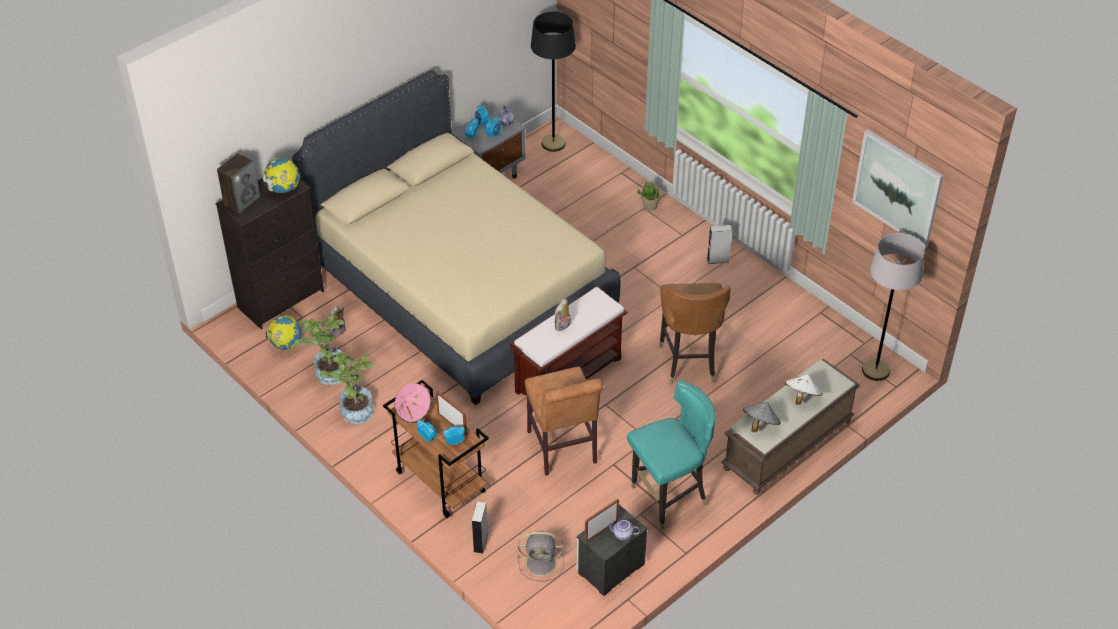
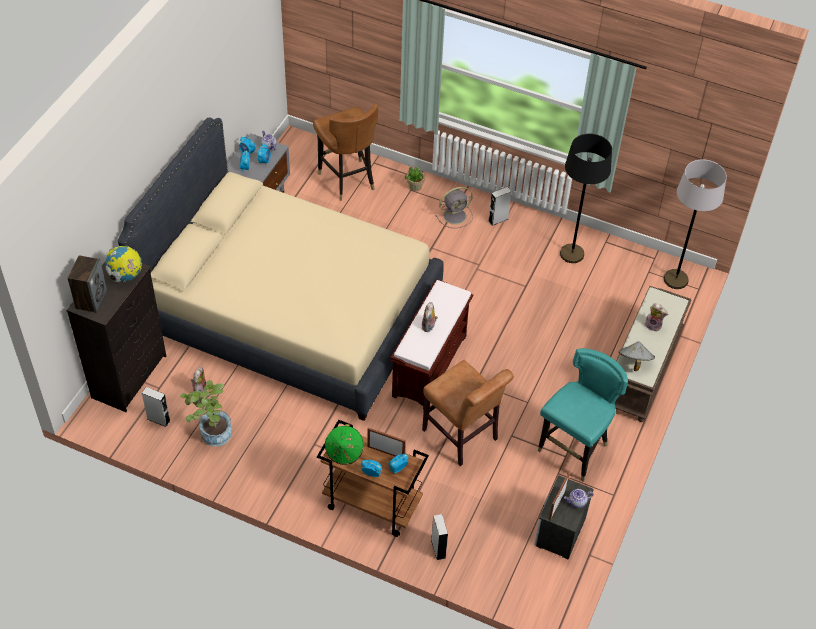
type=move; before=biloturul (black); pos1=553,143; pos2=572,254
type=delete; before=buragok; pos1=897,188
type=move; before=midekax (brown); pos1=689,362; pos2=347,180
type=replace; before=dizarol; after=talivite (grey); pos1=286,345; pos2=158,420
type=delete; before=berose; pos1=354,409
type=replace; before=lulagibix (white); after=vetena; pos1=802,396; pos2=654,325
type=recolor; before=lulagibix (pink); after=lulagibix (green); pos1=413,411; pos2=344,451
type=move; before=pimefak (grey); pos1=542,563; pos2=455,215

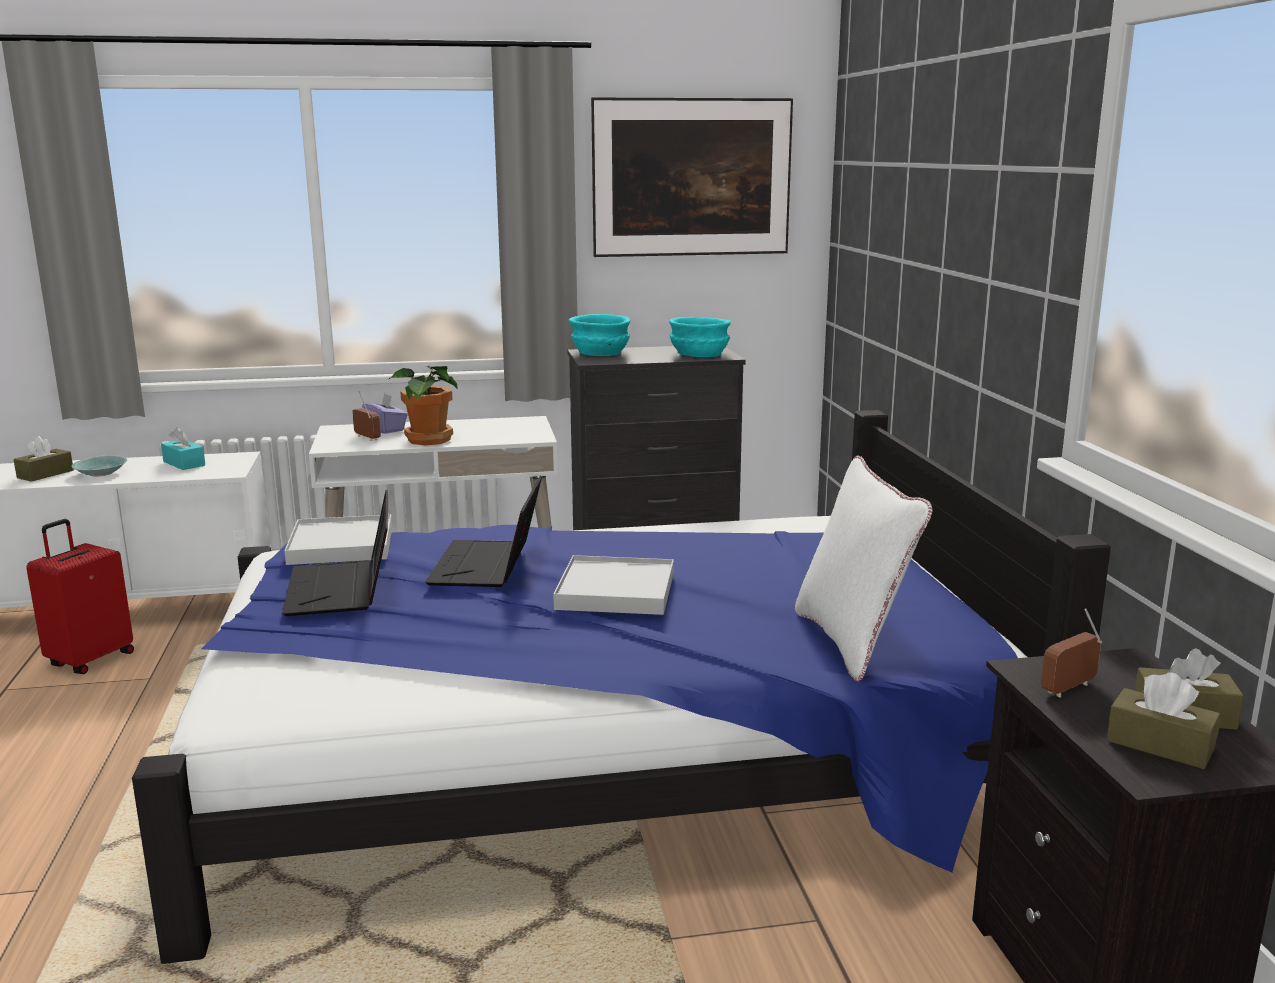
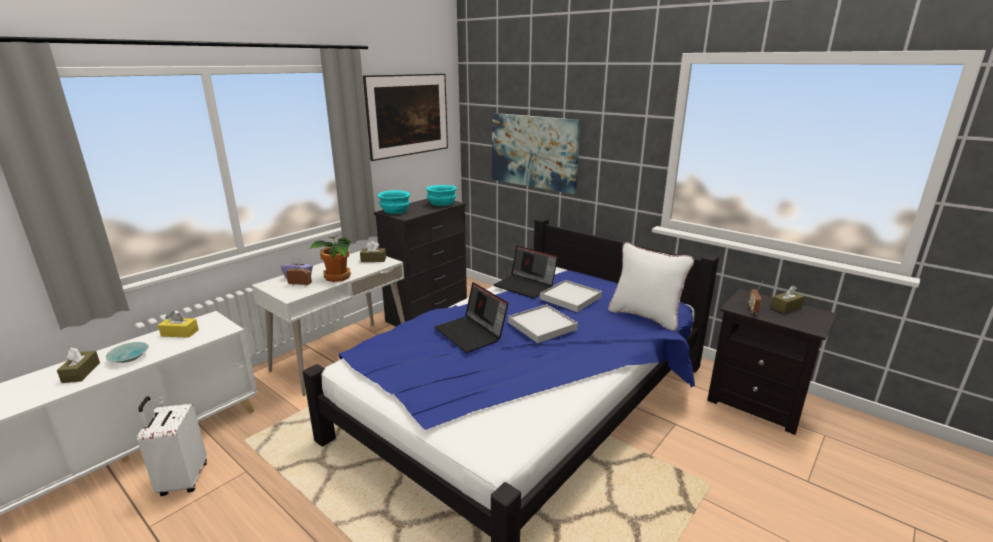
type=recolor; before=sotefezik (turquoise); after=sotefezik (yellow); pos1=184,463; pos2=180,333
type=move; before=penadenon; pos1=343,590; pos2=525,286
type=move; before=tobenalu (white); pos1=341,545; pos2=570,298
type=recolor; before=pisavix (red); after=pisavix (white); pos1=90,660; pos2=182,480
type=move; before=sotefezik (brown); pos1=1160,745; pos2=373,260
type=insert; after=buragok; pos2=533,151

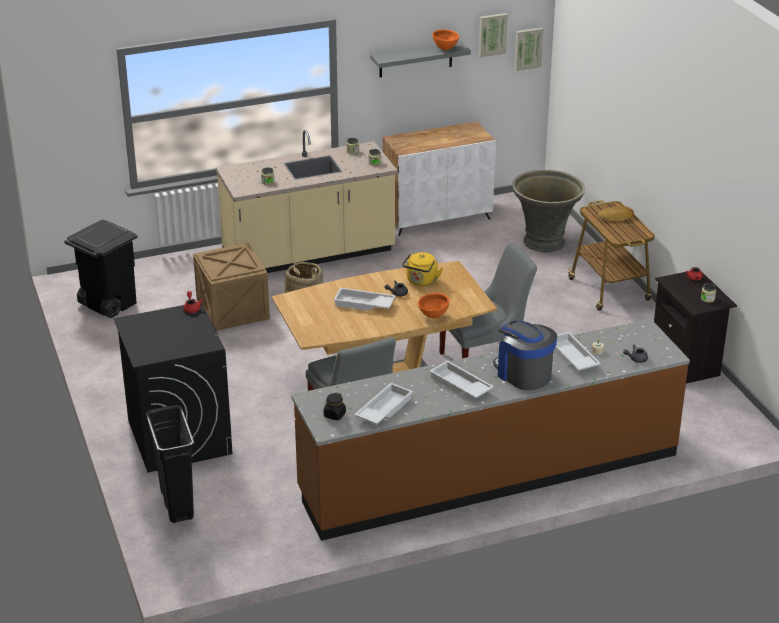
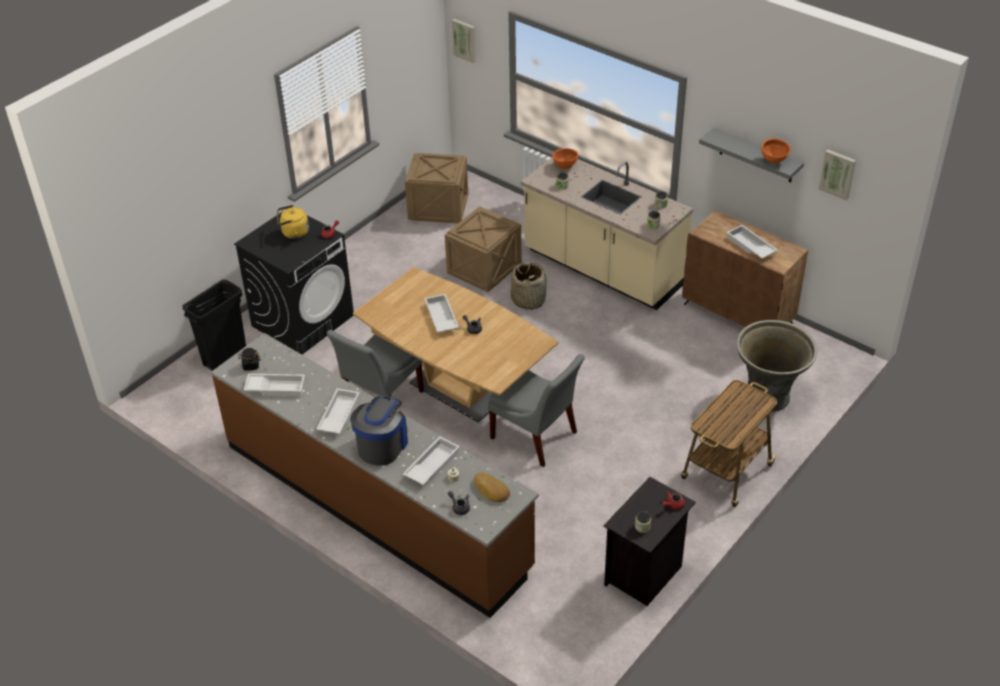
type=move; before=buragok; pos1=528,48; pos2=465,40
type=recolor; before=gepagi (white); after=gepagi (brown); pos1=438,218; pos2=738,314
type=move; before=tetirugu; pos1=616,217; pos2=491,490
type=replace; before=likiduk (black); after=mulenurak; pos1=107,304; pos2=437,207
type=move; before=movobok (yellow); pos1=421,281; pos2=293,233
type=move; before=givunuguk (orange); pos1=433,316; pos2=565,167
type=insert; after=tobenalu (white); pos2=750,246

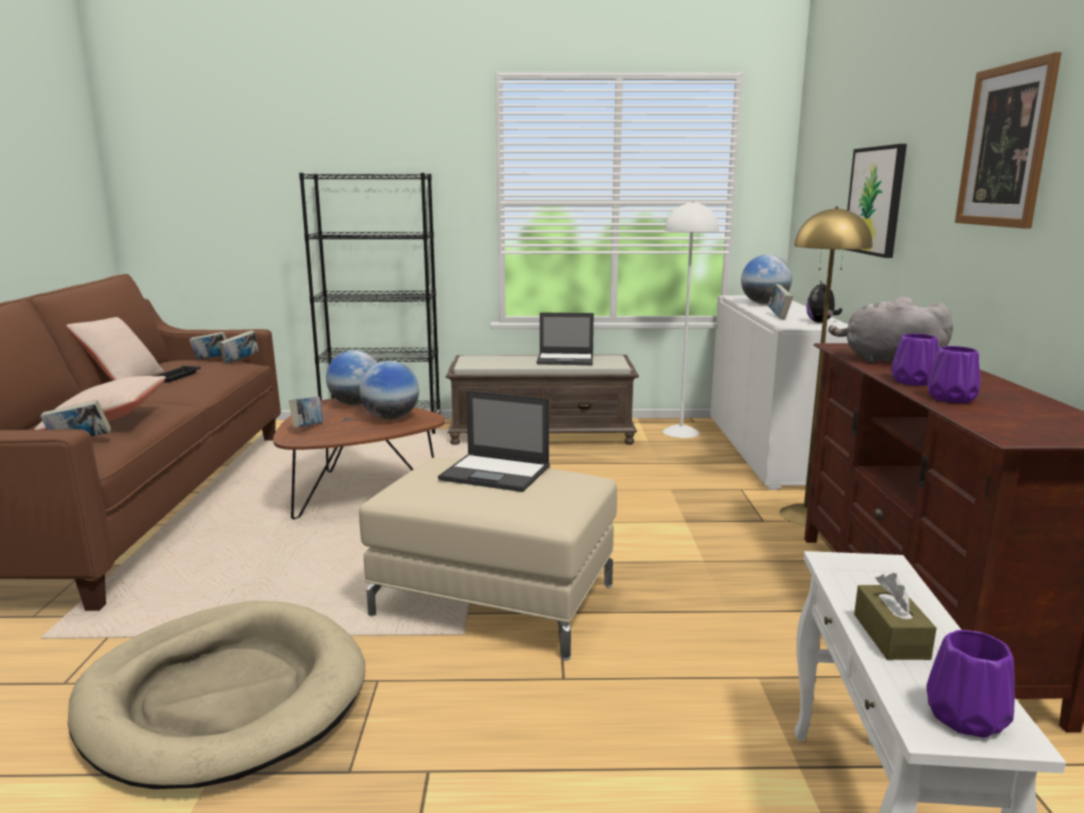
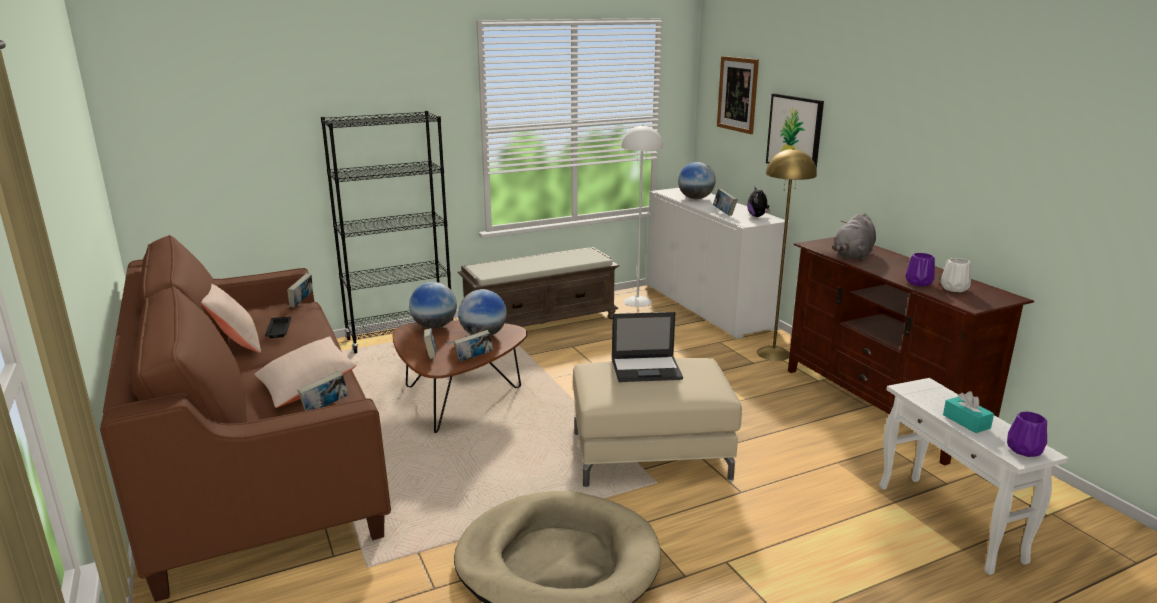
type=move; before=buragok; pos1=1005,146; pos2=737,94
type=rotate; before=vetena (grey); pos1=887,361; pos2=853,255; turn=-60
type=delete; before=penadenon; pos1=566,360
type=move; before=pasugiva; pos1=212,360; pos2=474,359
type=delete; before=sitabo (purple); pos1=913,381
type=recolor; before=sotefezik (brown); after=sotefezik (turquoise); pos1=890,636; pos2=966,422
type=insert; after=sitabo (white); pos2=953,288

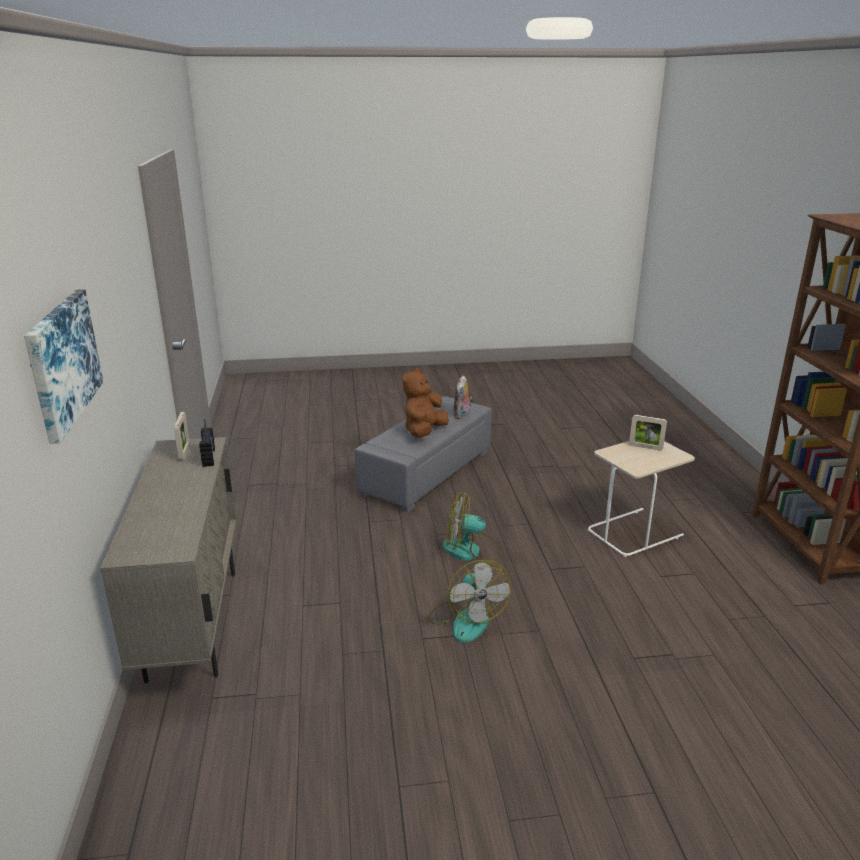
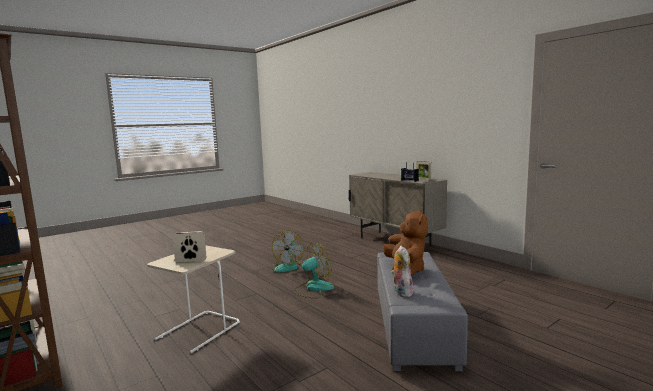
type=delete; before=buragok; pos1=62,362
type=rotate; before=pimefak; pos1=466,619; pos2=288,266; turn=-120

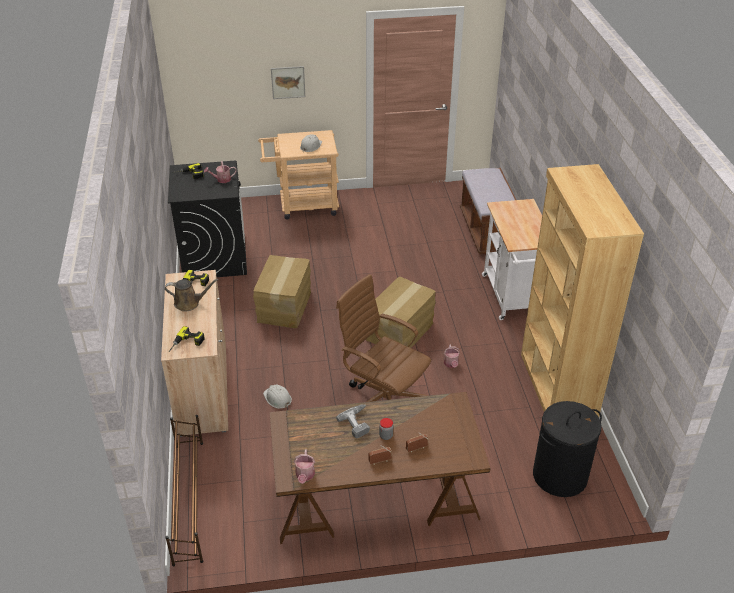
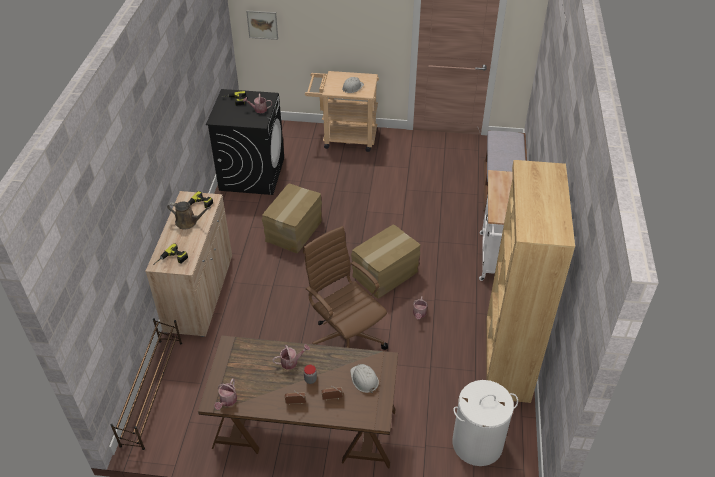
type=move; before=buragok; pos1=288,82; pos2=262,24
type=move; before=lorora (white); pos1=277,398; pos2=364,379
type=recolor; before=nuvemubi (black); after=nuvemubi (white); pos1=560,476; pos2=477,444
type=replace; before=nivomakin; after=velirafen; pos1=358,423; pos2=291,362

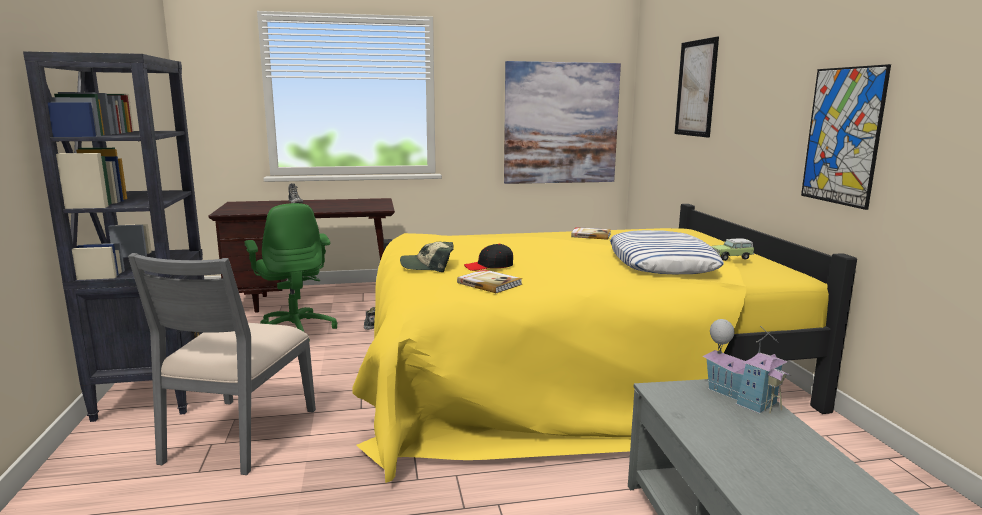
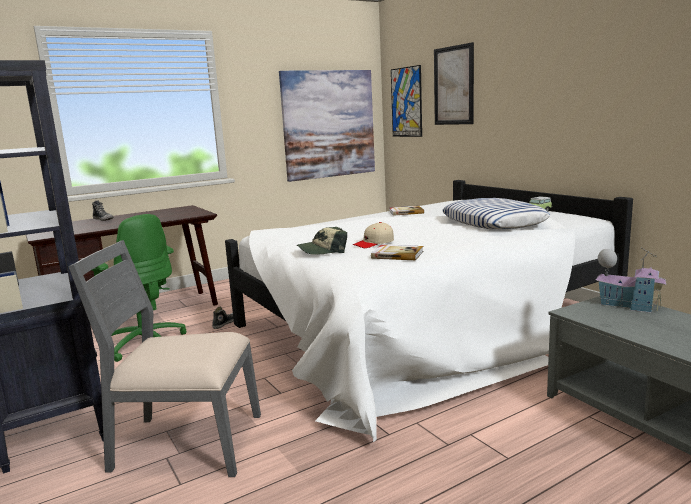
type=move; before=buragok; pos1=842,136; pos2=406,102
type=recolor; before=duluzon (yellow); after=duluzon (white); pos1=569,370; pos2=423,326
type=recolor; before=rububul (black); after=rububul (beige); pos1=489,266; pos2=374,243
type=rotate; before=midekax (grey); pos1=238,435; pos2=186,443; turn=105

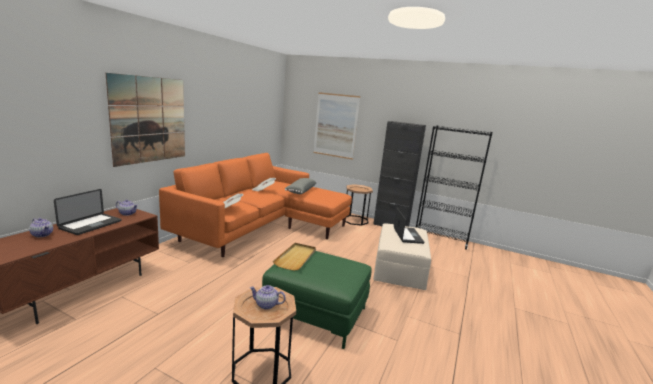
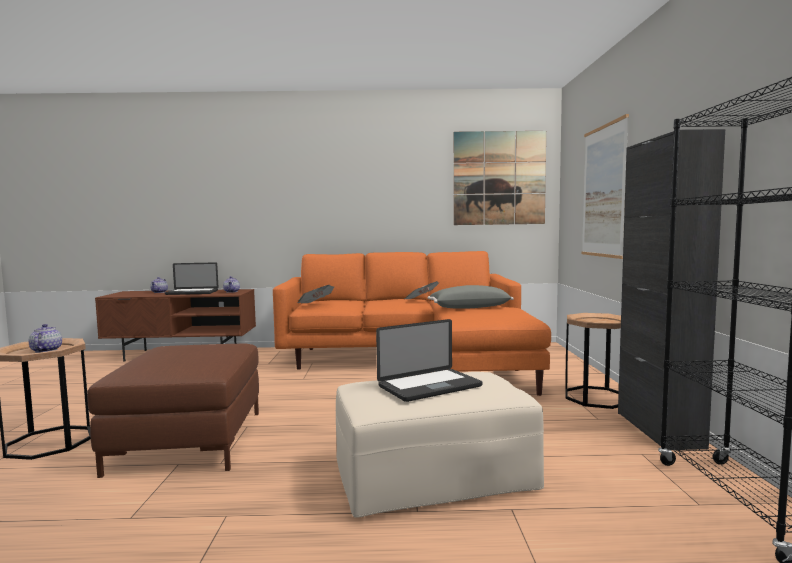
type=move; before=buragok; pos1=149,120; pos2=499,178
type=delete; before=tobenalu (beige); pos1=296,258
type=recolor; before=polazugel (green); after=polazugel (brown); pos1=316,313; pos2=190,441

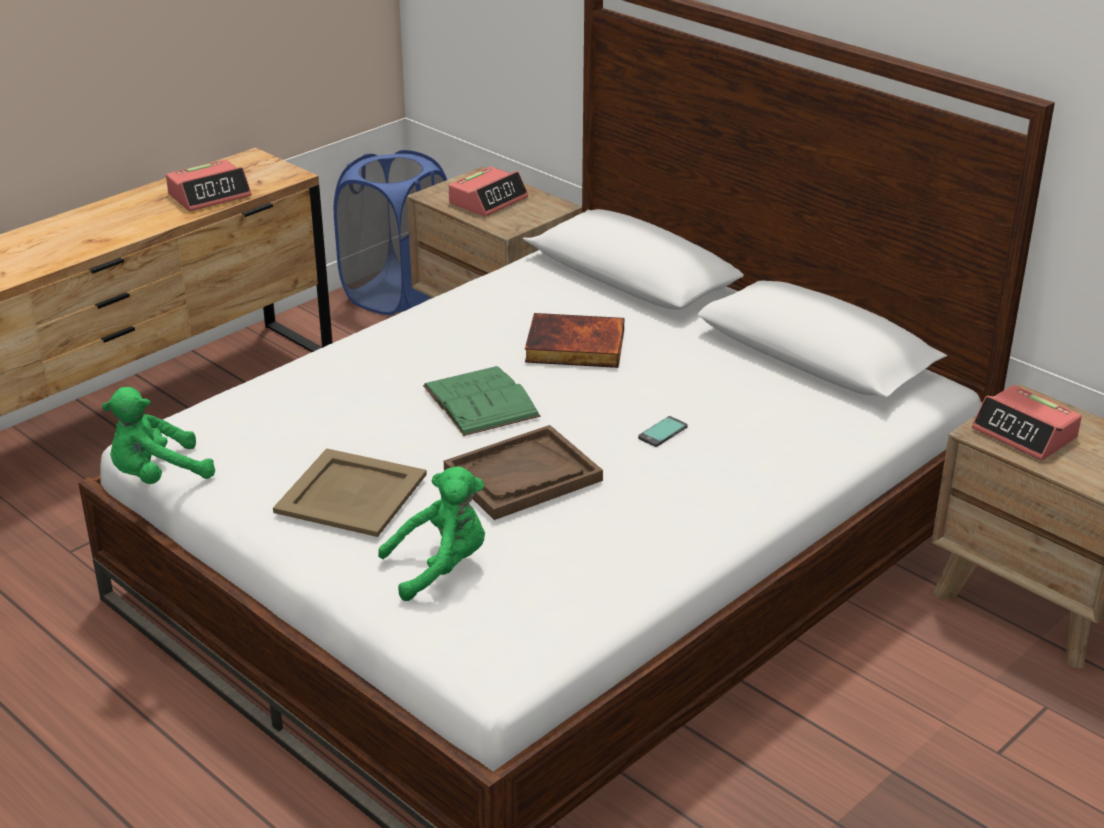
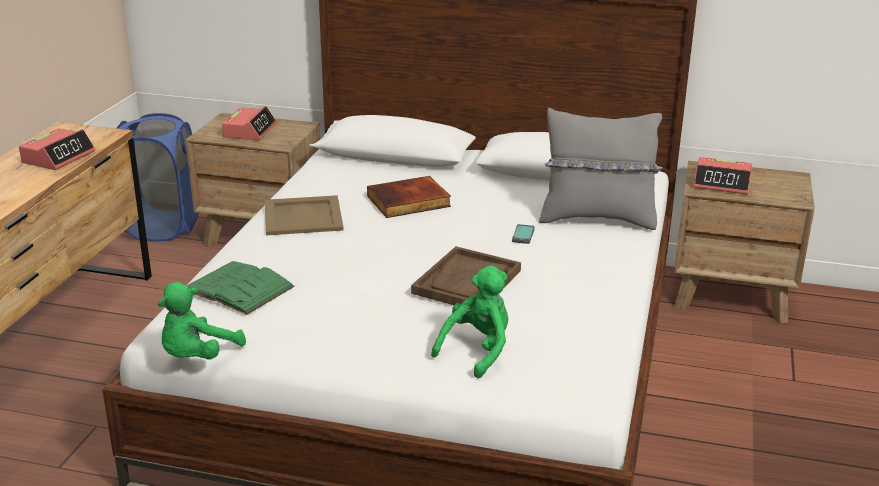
type=move; before=pasugiva (green); pos1=480,401; pos2=239,288
type=move; before=tobenalu (beige); pos1=352,493; pos2=303,216
type=insert; after=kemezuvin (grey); pos2=597,218

